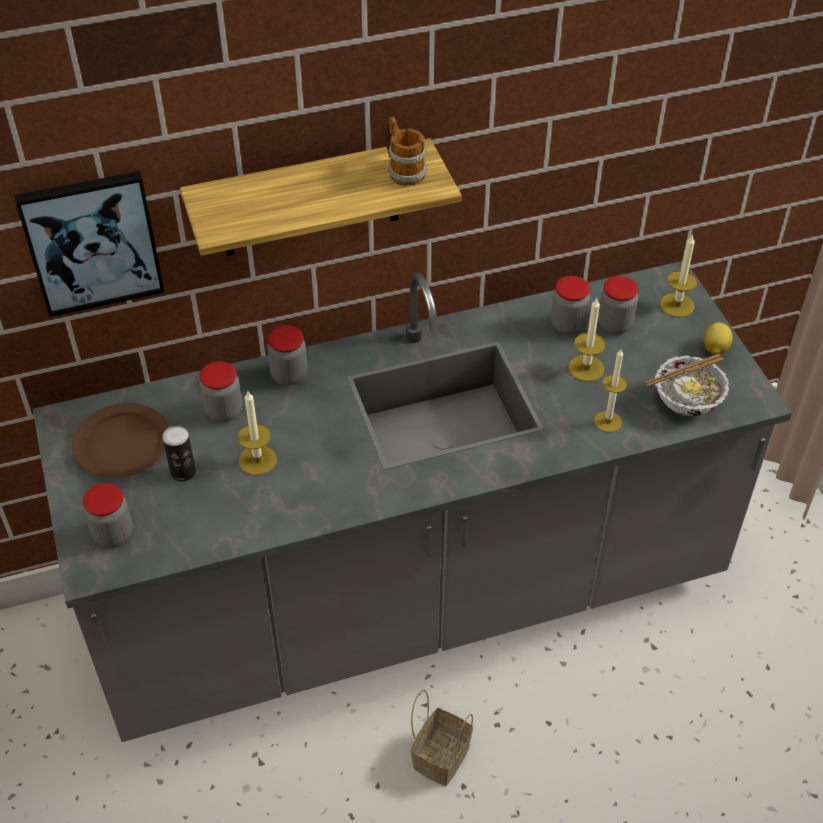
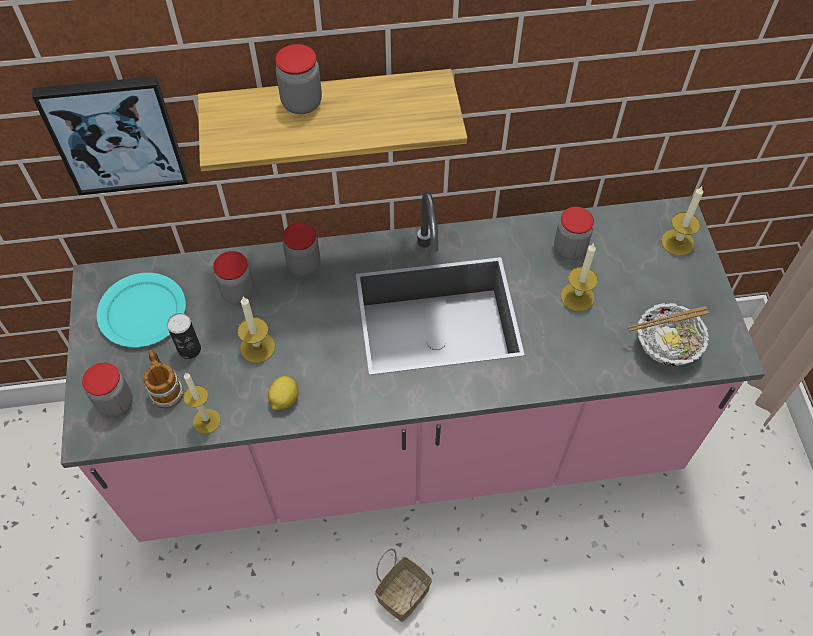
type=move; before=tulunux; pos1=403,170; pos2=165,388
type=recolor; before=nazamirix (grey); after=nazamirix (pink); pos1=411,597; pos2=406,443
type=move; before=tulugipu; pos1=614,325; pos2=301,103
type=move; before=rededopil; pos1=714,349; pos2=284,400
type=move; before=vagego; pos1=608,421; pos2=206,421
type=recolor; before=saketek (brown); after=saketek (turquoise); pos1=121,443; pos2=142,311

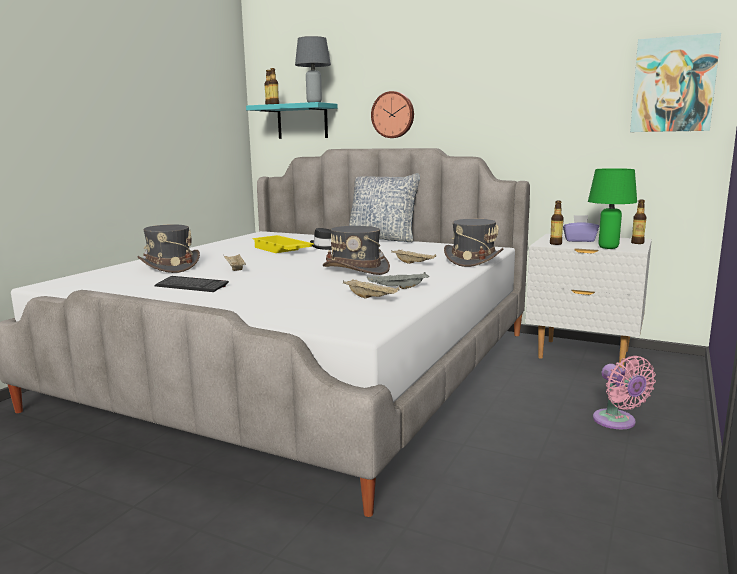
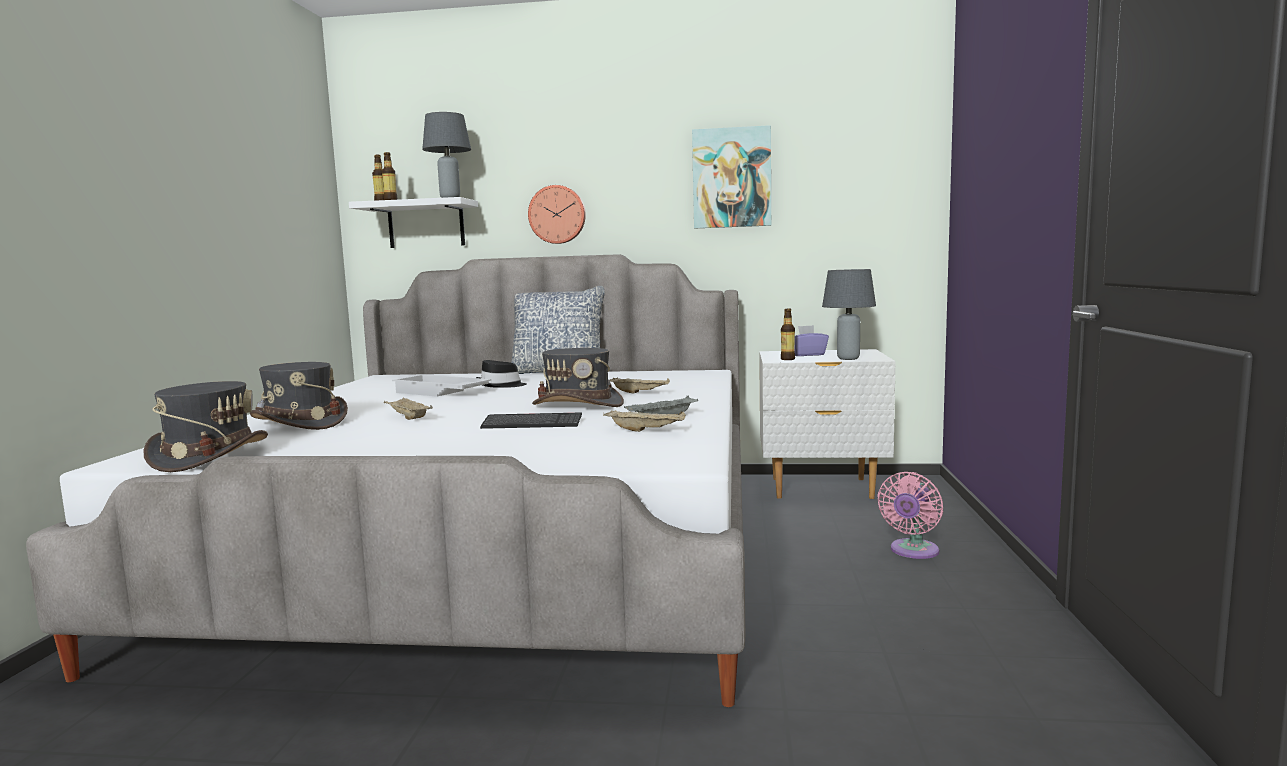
type=move; before=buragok; pos1=673,85; pos2=731,178
type=recolor; before=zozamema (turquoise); after=zozamema (white); pos1=302,121; pos2=426,224
type=recolor; before=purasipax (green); after=purasipax (grey); pos1=609,247; pos2=848,358
type=delete; before=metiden; pos1=637,243
type=move; before=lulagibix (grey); pos1=473,260; pos2=209,456
type=recolor; before=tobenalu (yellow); after=tobenalu (white); pos1=281,250; pos2=440,393
type=move; before=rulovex; pos1=191,286; pos2=532,423
type=rotate; before=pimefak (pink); pos1=617,422; pos2=912,551; turn=75

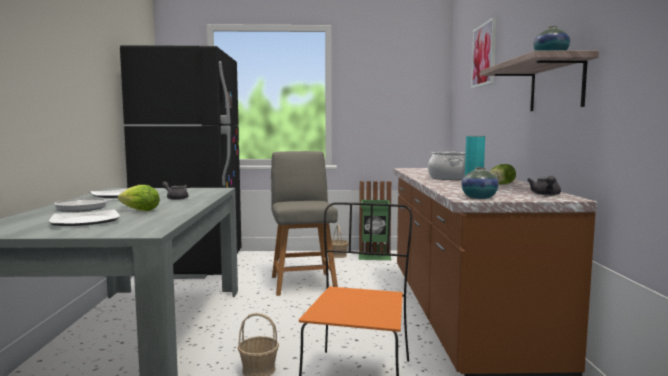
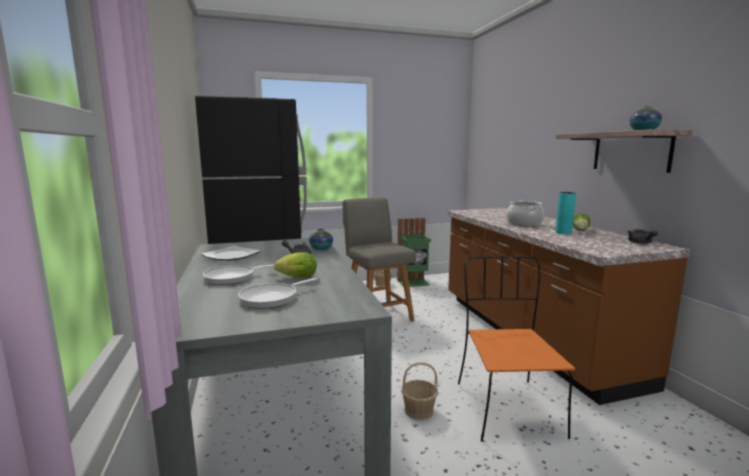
type=delete; before=buragok; pos1=484,55
type=move; before=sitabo; pos1=479,198; pos2=321,249
type=replace; before=saketek; after=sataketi; pos1=86,221; pos2=272,298

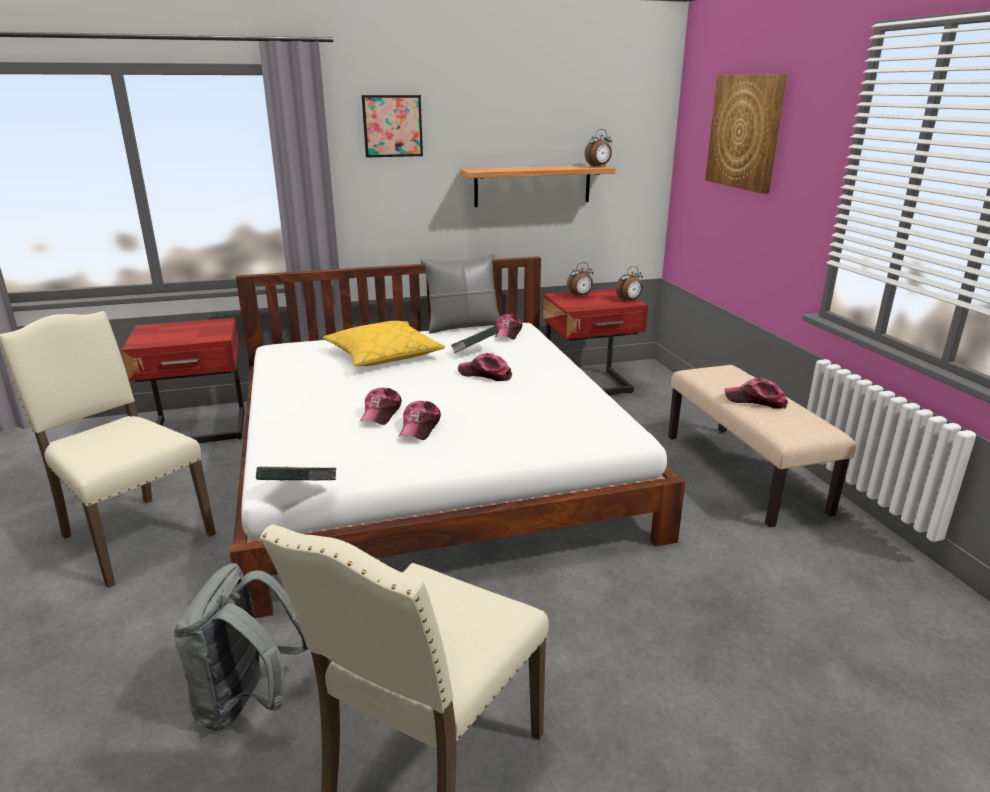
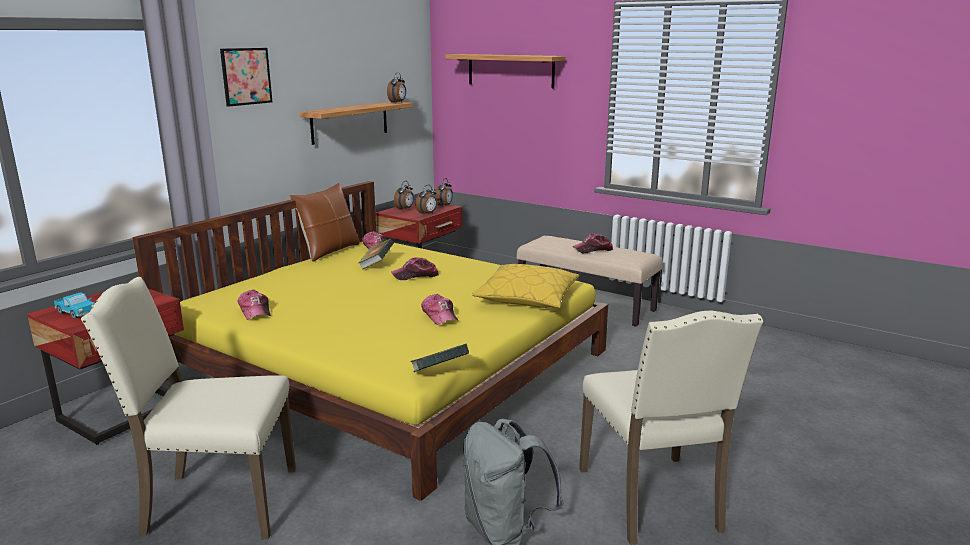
type=replace; before=buragok; after=zozamema; pos1=745,132; pos2=510,70
type=recolor; before=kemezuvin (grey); after=kemezuvin (brown); pos1=463,326; pos2=329,251
type=recolor; before=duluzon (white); after=duluzon (yellow); pos1=431,465; pos2=390,364
type=move; before=kemezuvin (yellow); pos1=384,355; pos2=527,297
type=move; before=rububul; pos1=381,413; pos2=255,311
type=insert; after=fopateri; pos2=427,214
type=insert; after=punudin; pos2=77,313

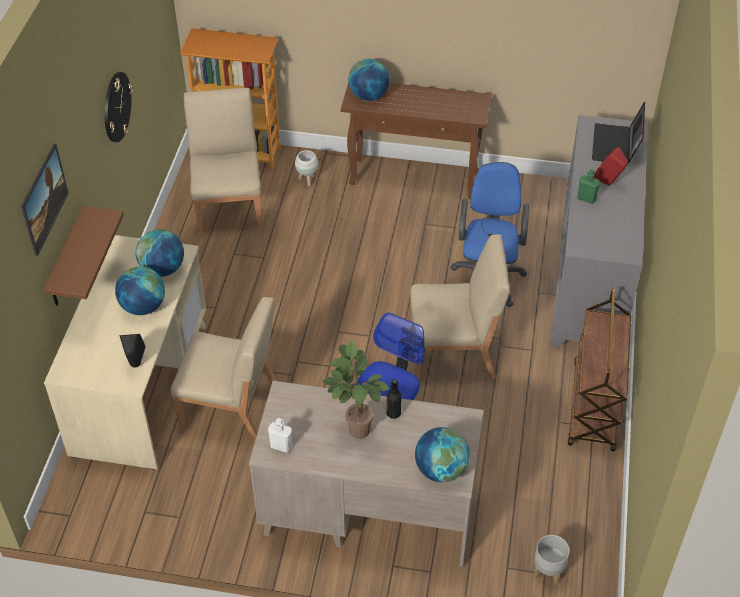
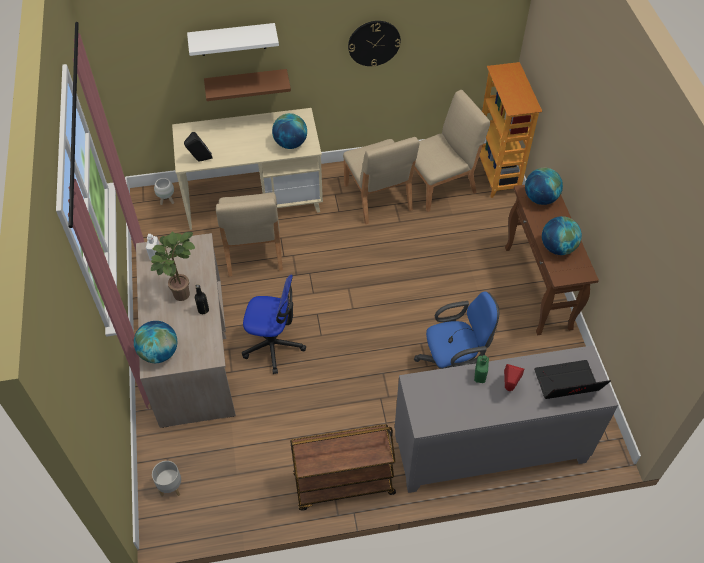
type=replace; before=buragok; after=zozamema (white); pos1=47,211; pos2=232,39
type=move; before=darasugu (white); pos1=307,180; pos2=167,201
type=move; before=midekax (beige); pos1=454,352; pos2=378,198
type=move; before=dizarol; pos1=143,306; pos2=557,247

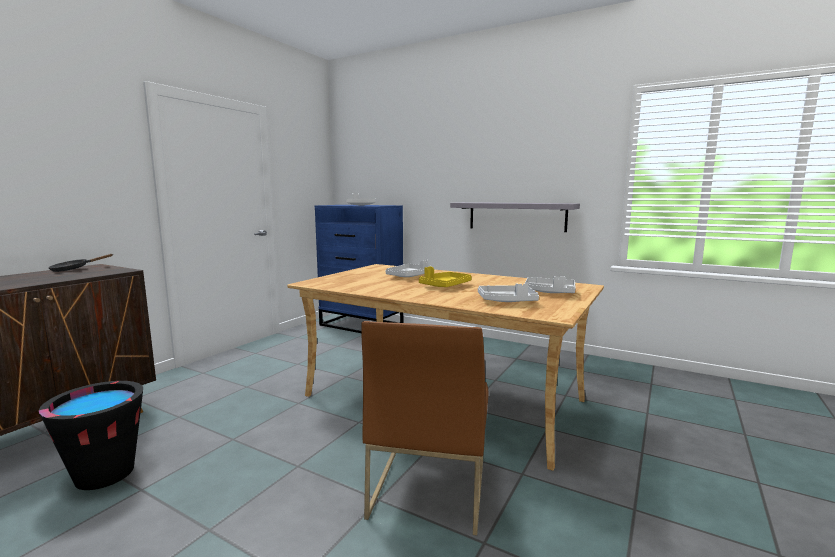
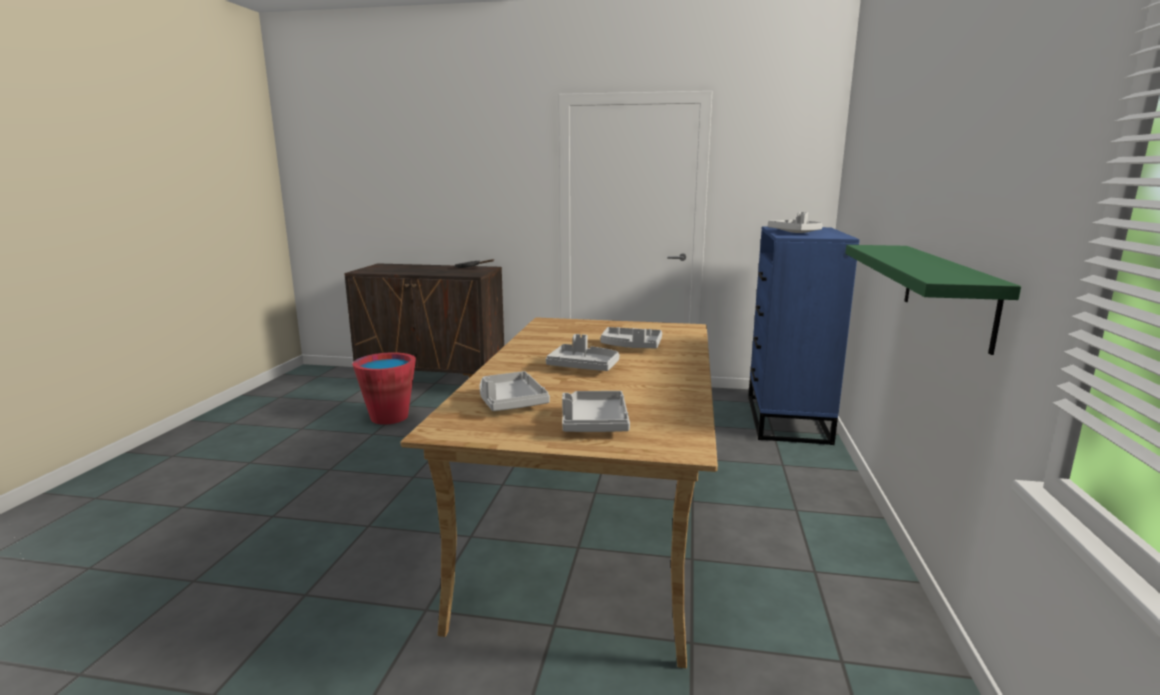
type=recolor; before=zozamema (grey); after=zozamema (green); pos1=516,216; pos2=947,293
type=recolor; before=tobenalu (yellow); after=tobenalu (grey); pos1=445,286; pos2=583,367
type=delete; before=midekax (brown); pos1=428,486
type=recolor; before=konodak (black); after=konodak (red); pos1=105,474; pos2=389,417

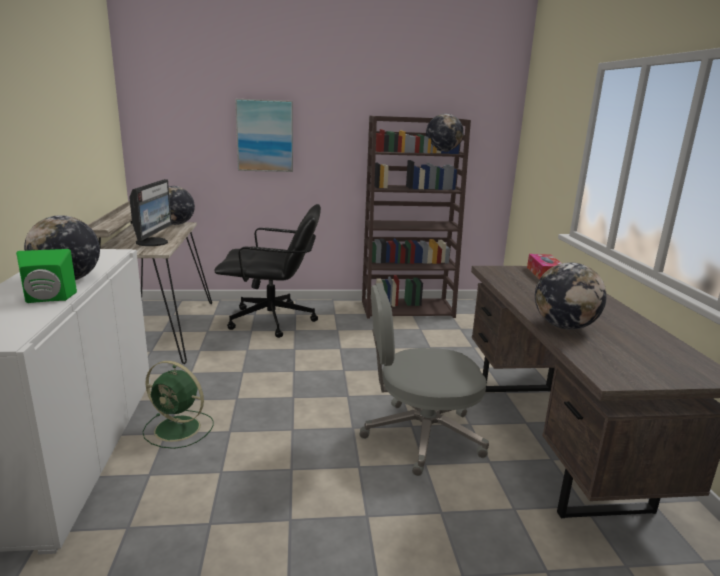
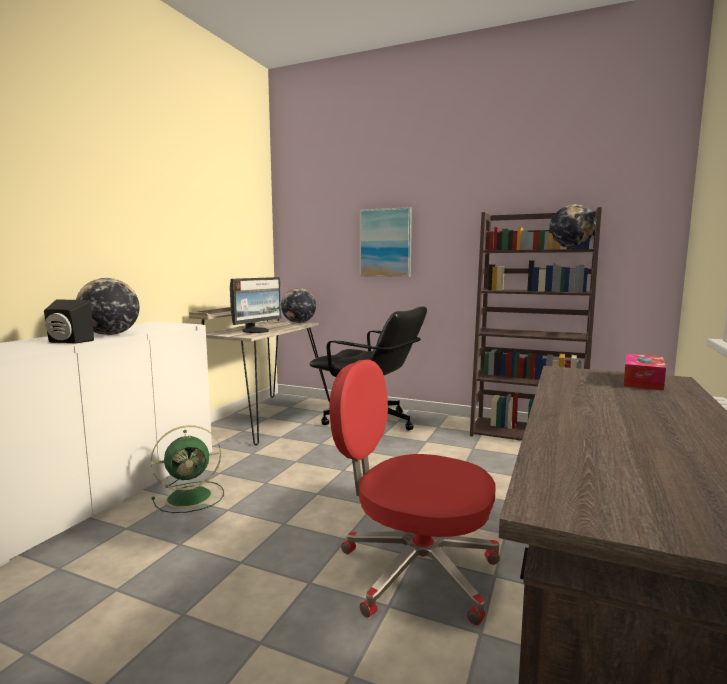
type=recolor; before=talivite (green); after=talivite (black); pos1=48,299; pos2=67,342
type=delete; before=dizarol; pos1=564,326
type=recolor; before=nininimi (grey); after=nininimi (red); pos1=420,436; pos2=415,570
type=rotate; before=pimefak (green); pos1=179,429; pos2=191,497; turn=-75

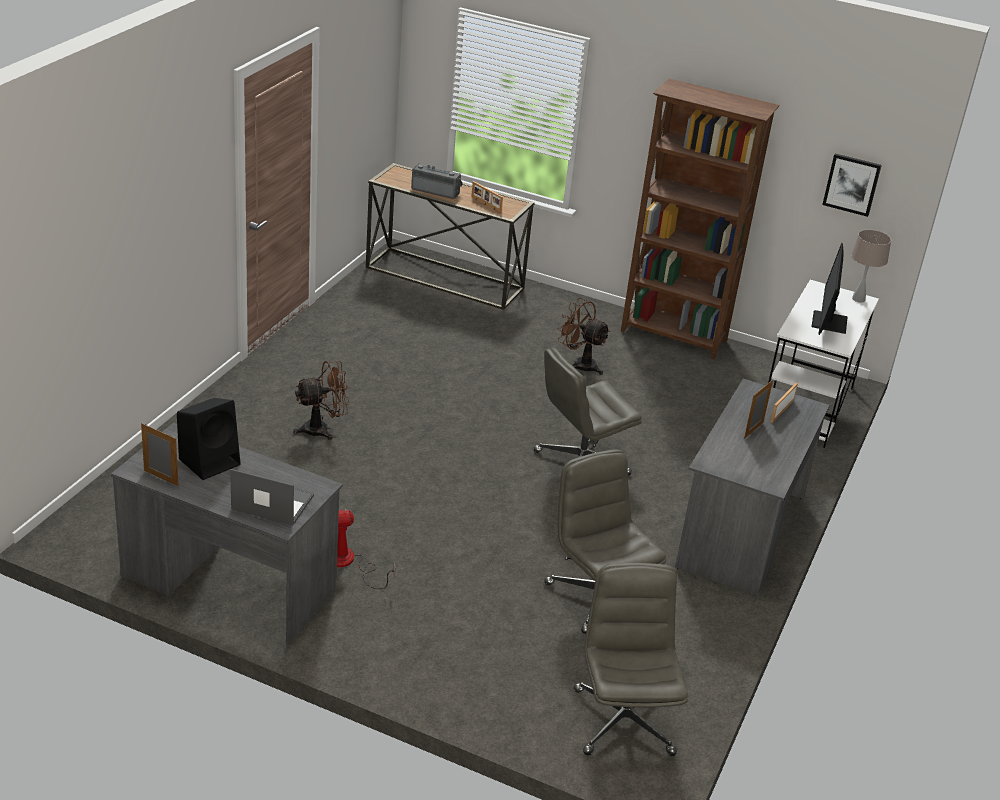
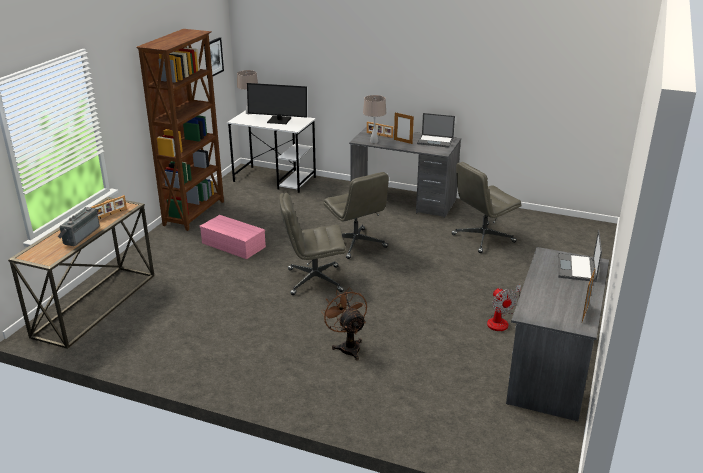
type=replace; before=pimefak (brown); after=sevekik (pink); pos1=580,364; pos2=234,245
type=delete; before=talivite (black); pos1=210,461
type=move; before=nininimi (grey); pos1=622,720; pos2=314,280
type=insert; after=purasipax (beige); pos2=374,141
type=insert; after=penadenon; pos2=435,141

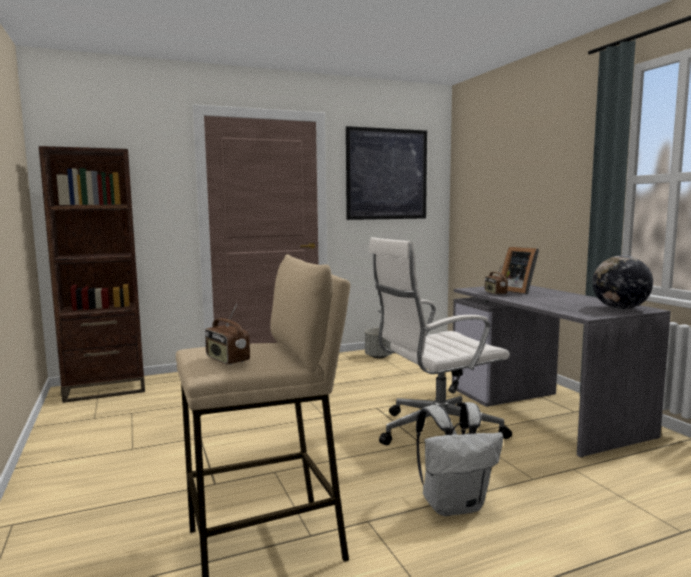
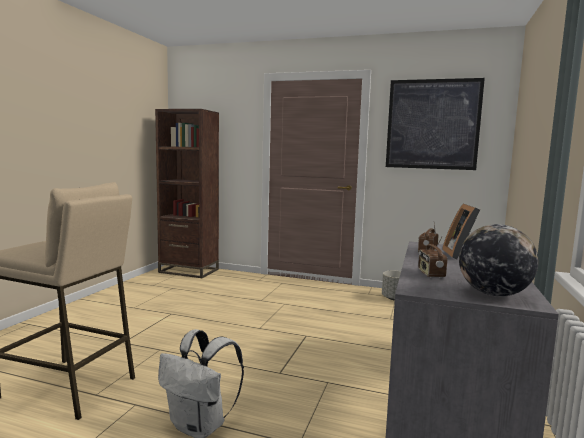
type=delete; before=nininimi (white); pos1=435,433
type=move; before=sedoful; pos1=227,360; pos2=430,274

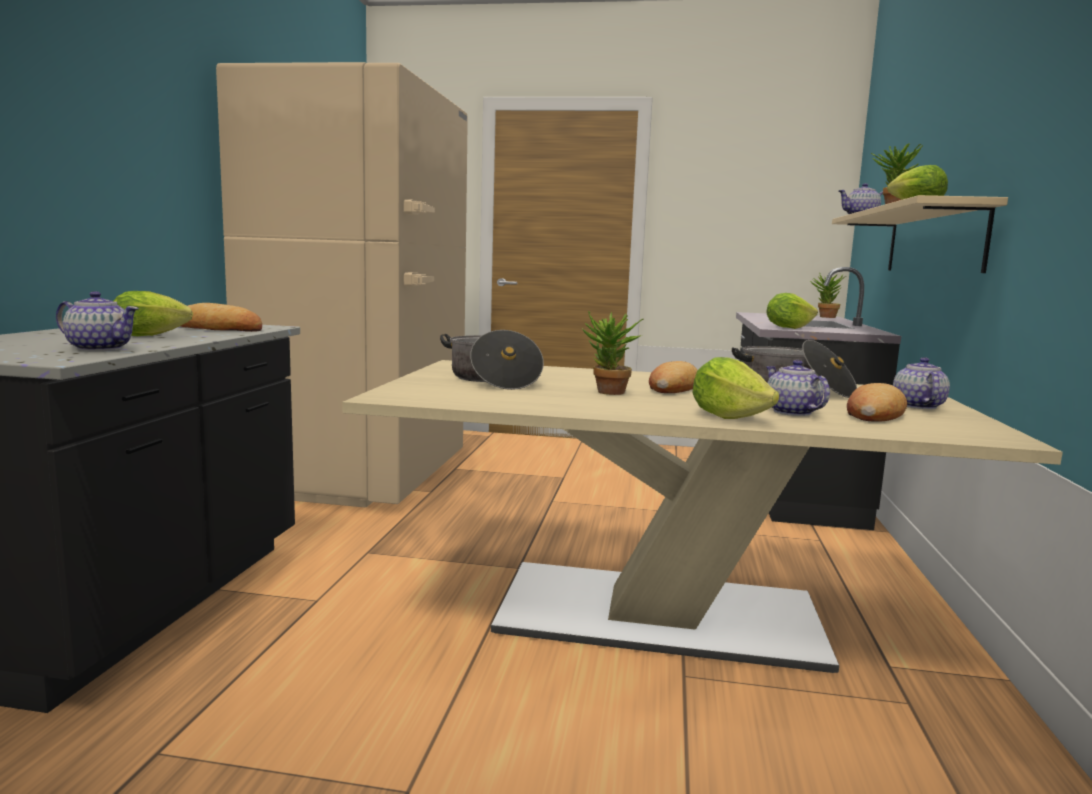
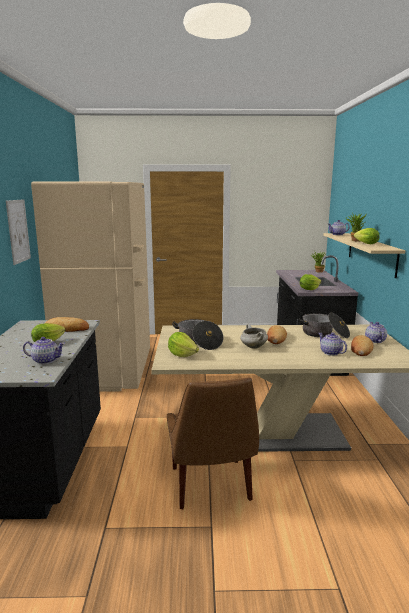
type=replace; before=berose; after=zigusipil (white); pos1=608,393; pos2=253,347
type=move; before=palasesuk; pos1=729,416; pos2=182,355
type=insert; after=buragok; pos2=18,231
type=insert; after=midekax (brown); pos2=211,486

